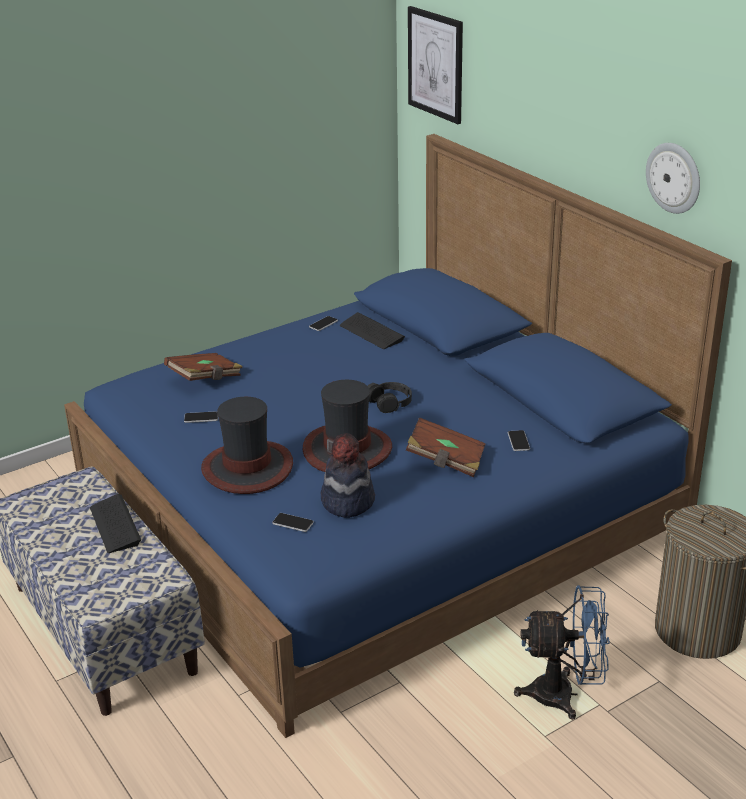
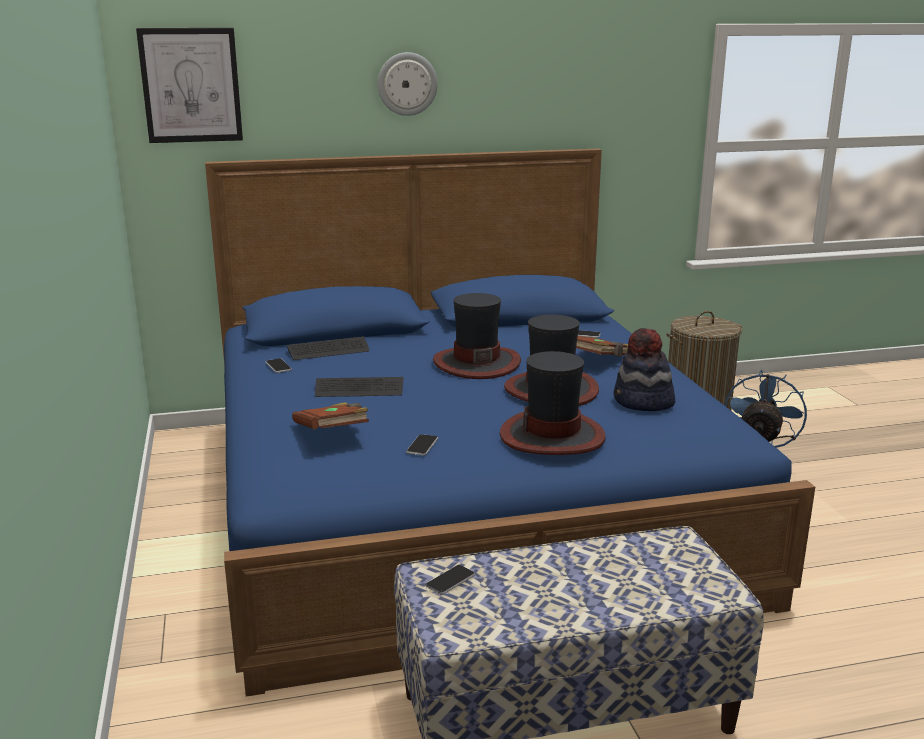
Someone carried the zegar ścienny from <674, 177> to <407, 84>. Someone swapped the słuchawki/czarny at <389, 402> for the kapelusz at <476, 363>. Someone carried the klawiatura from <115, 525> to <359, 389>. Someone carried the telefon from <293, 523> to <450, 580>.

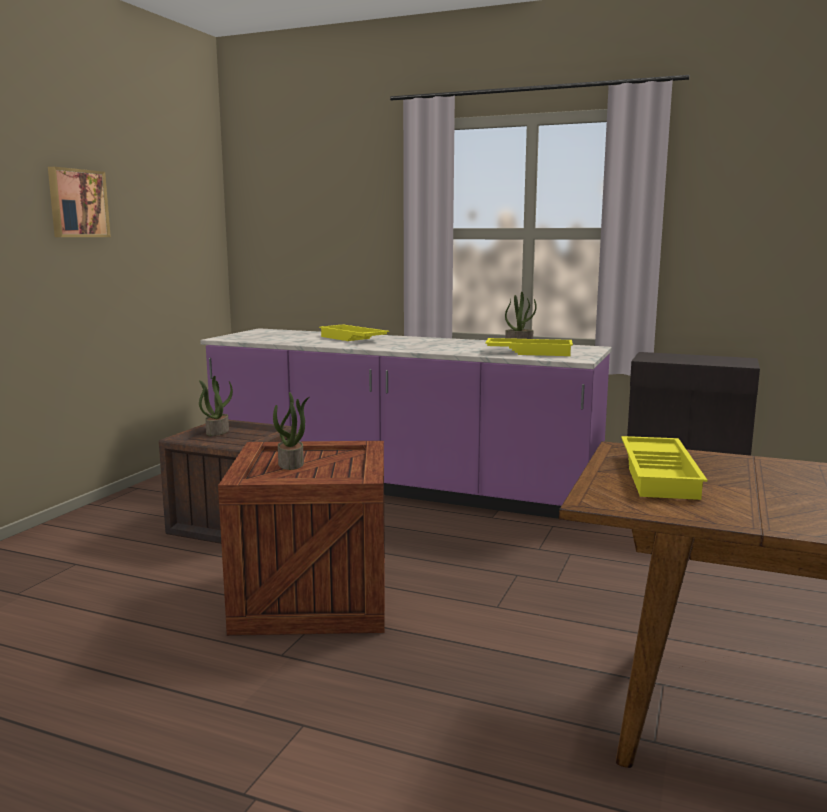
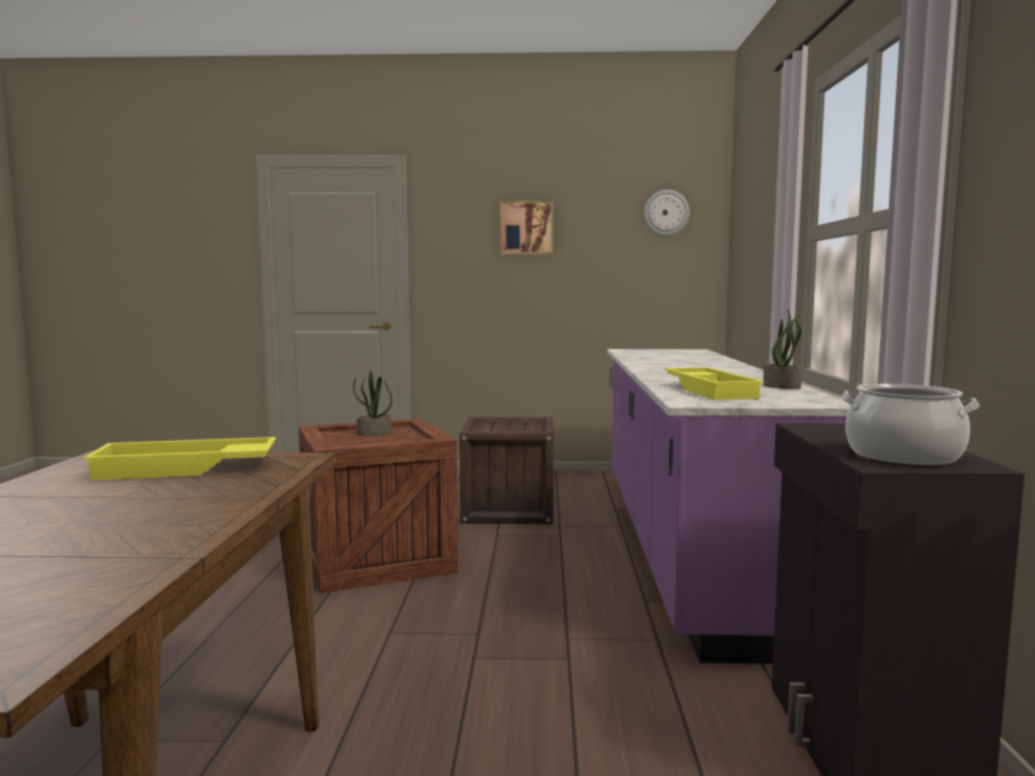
Someone took away the taca/żółty at <351, 339>. Someone took away the roślina doniczkowa at <217, 432>. Someone put up the zegar ścienny at <666, 213>. Someone put down the garnek at <903, 456>.

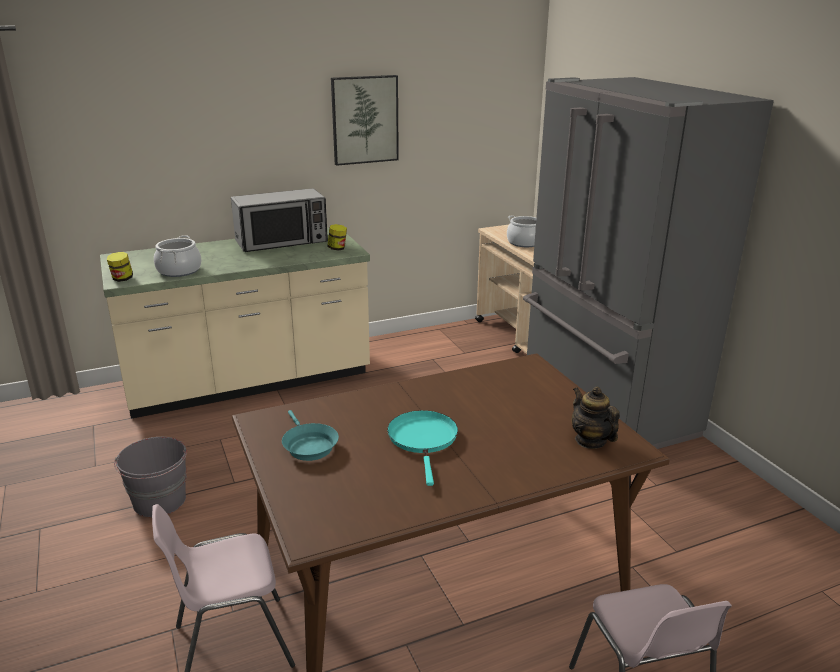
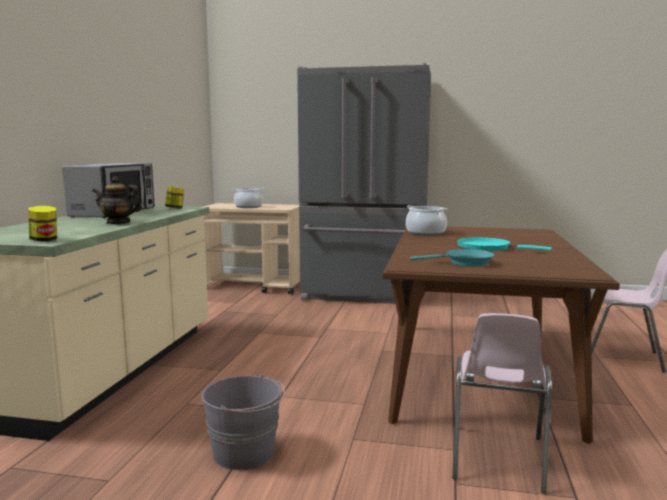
Someone took away the obraz at <365, 120>. Someone carried the garnek from <179, 271> to <425, 233>. Someone carried the imbryk from <590, 440> to <118, 223>.

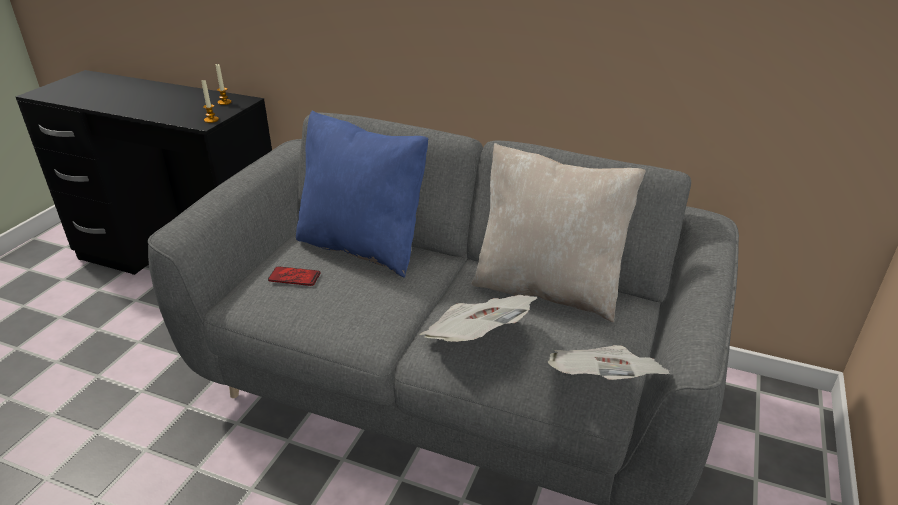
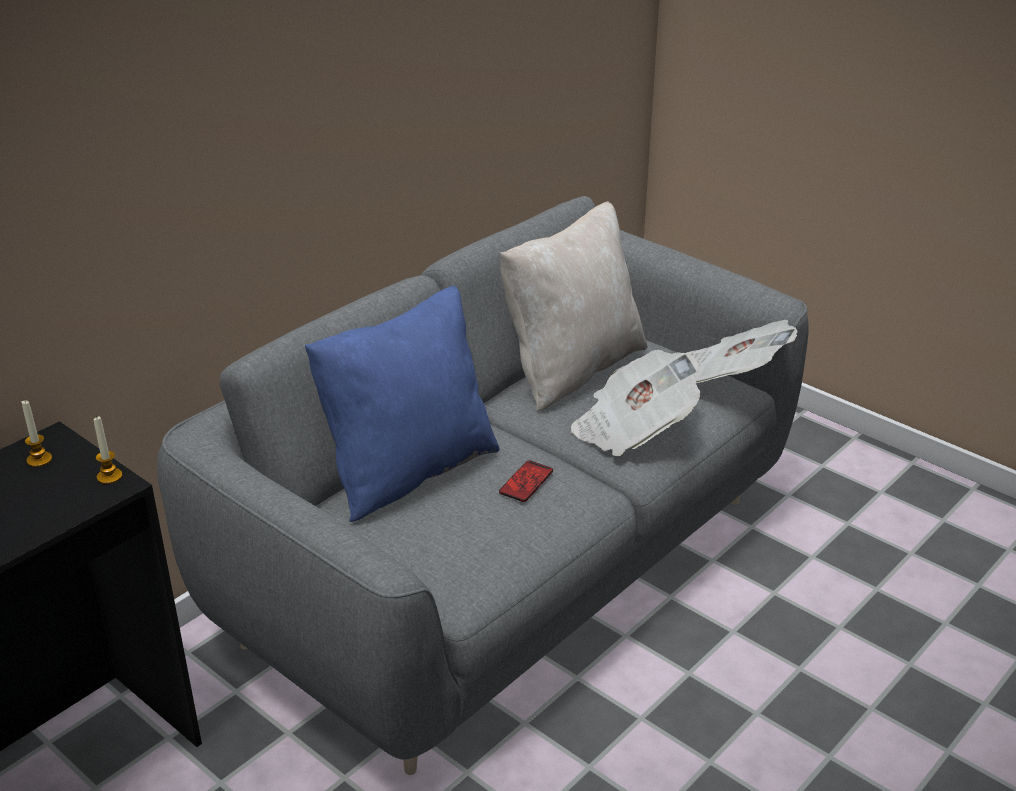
Someone carried the telefon from <294, 277> to <526, 482>.

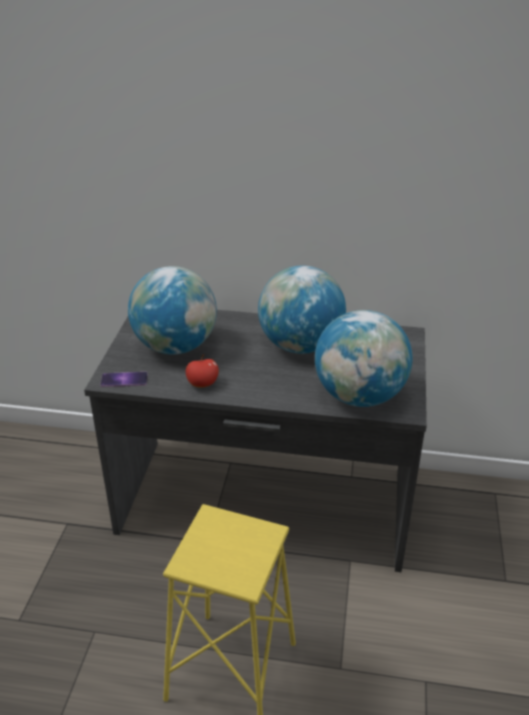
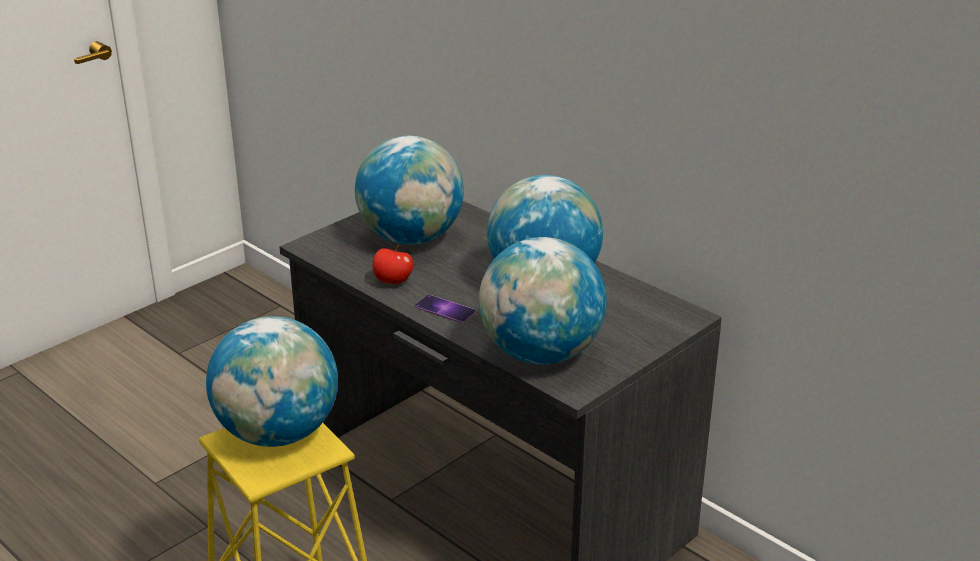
Someone carried the telefon from <124, 379> to <445, 309>. Someone put down the globus at <278, 433>.

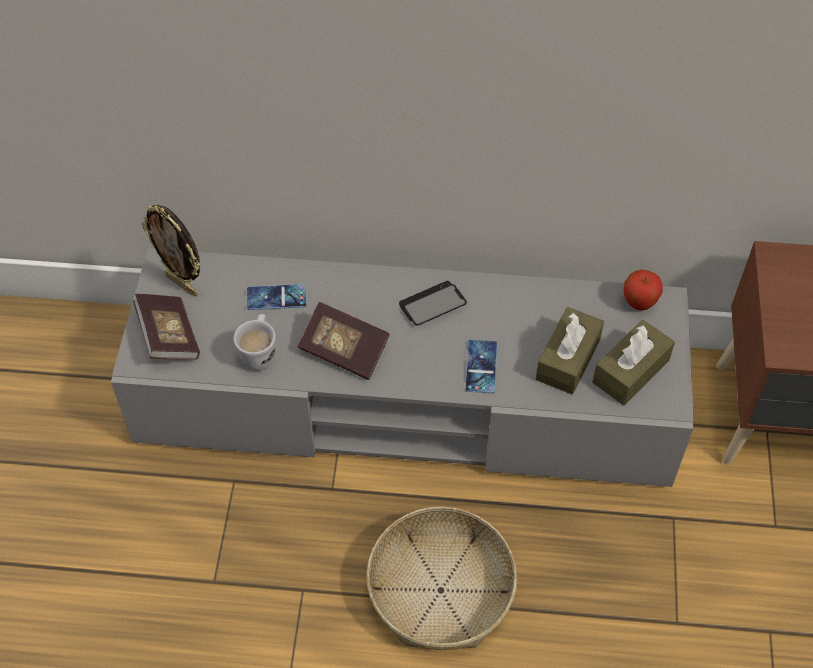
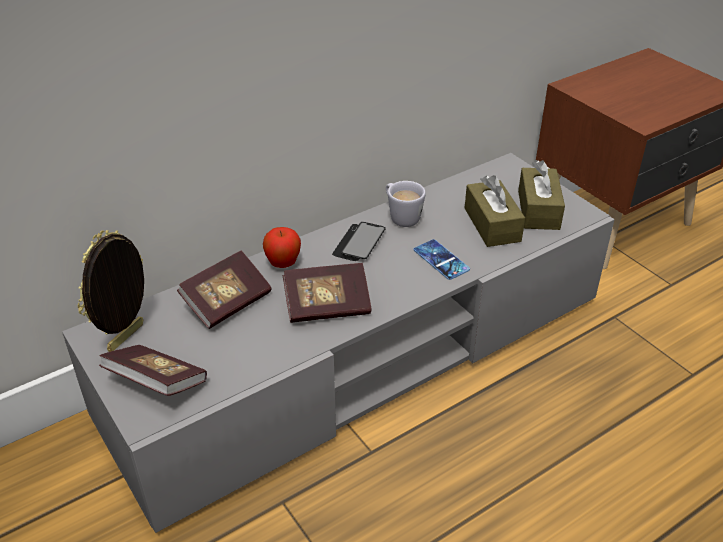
Someone rotated the ramka na zdjęcie at <182, 284> by 120 degrees clockwise. Someone carried the jabłko from <639, 303> to <283, 264>. Someone swapped the telefon at <276, 297> for the książka at <227, 303>. Someone carried the kubek/biały from <260, 353> to <401, 217>. Someone took away the koszyk at <441, 590>.

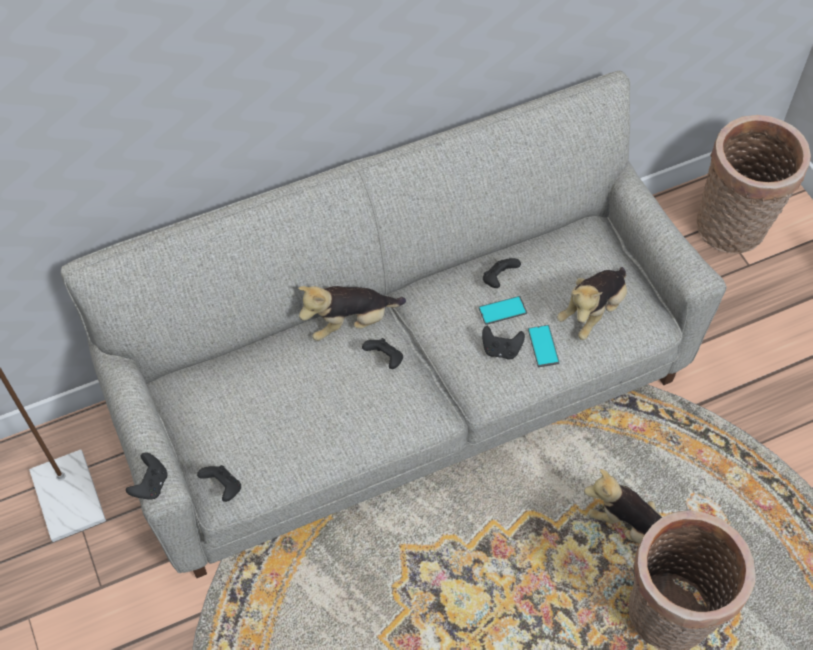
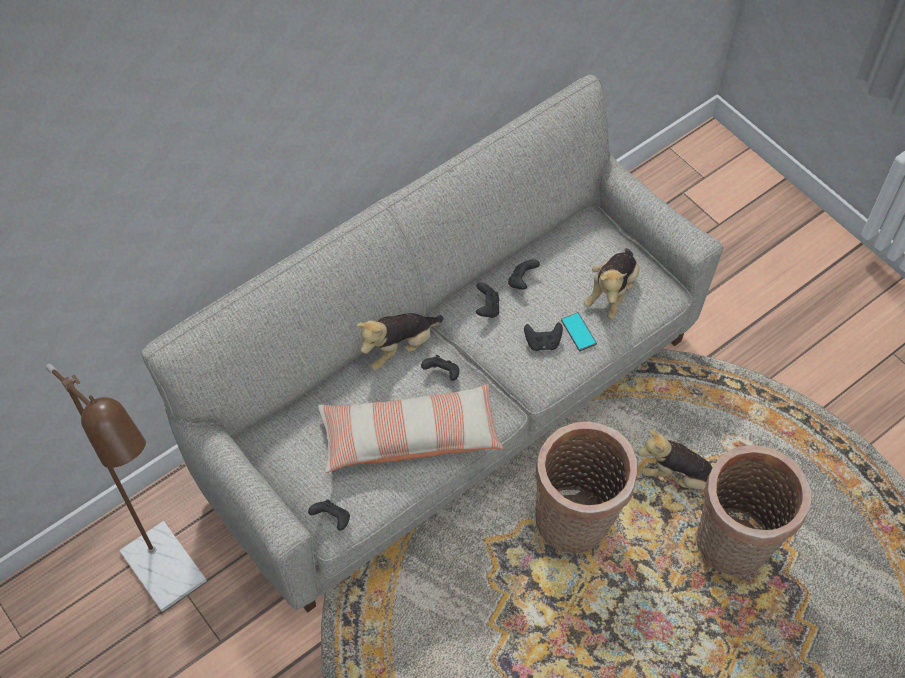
Someone carried the koszyk from <734, 229> to <576, 523>. Someone took away the telefon at <502, 310>. Someone carried the pad do gier/czarny from <151, 484> to <487, 308>. Someone put down the poduszka at <409, 437>.

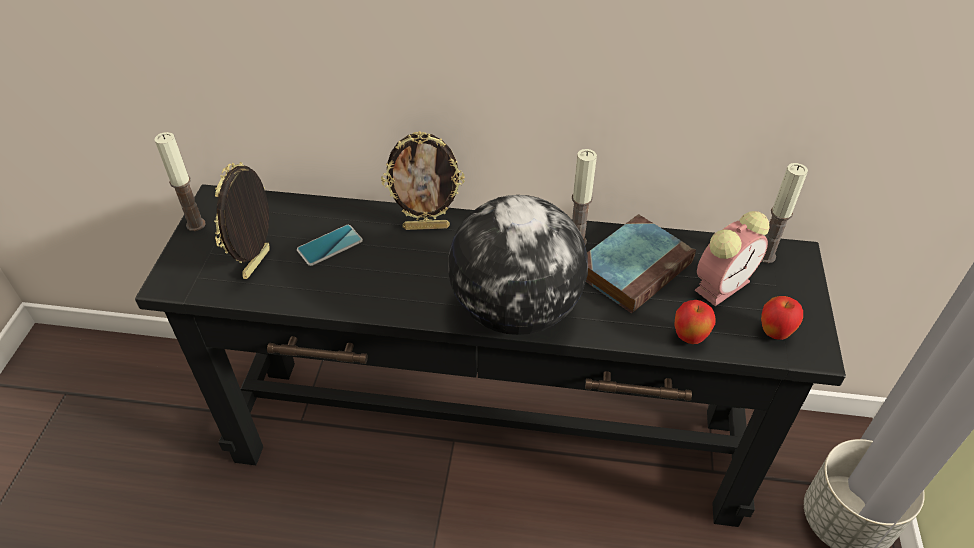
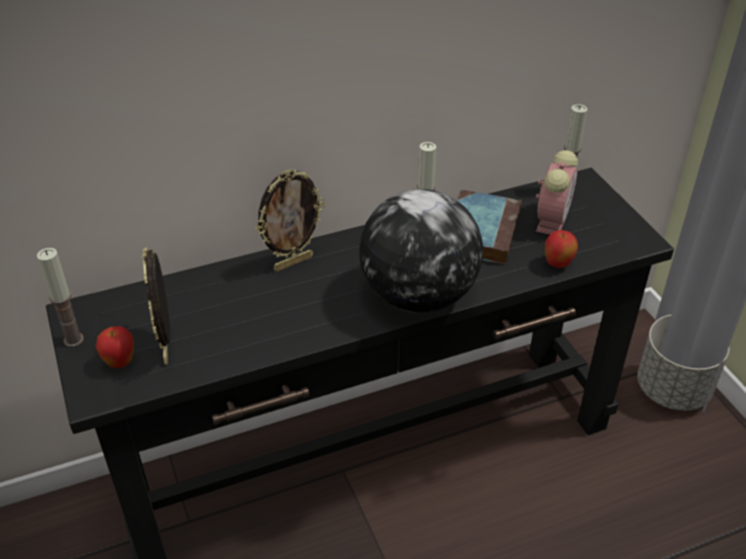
Someone took away the telefon at <330, 246>. Someone carried the jabłko from <774, 333> to <120, 363>.

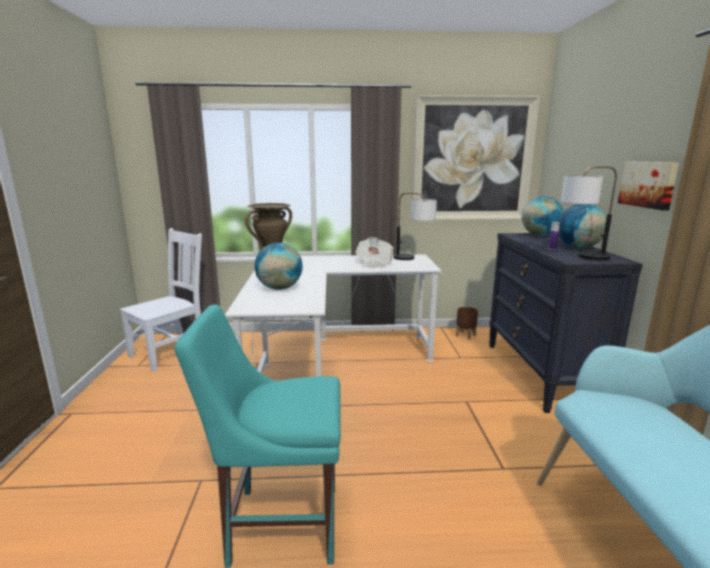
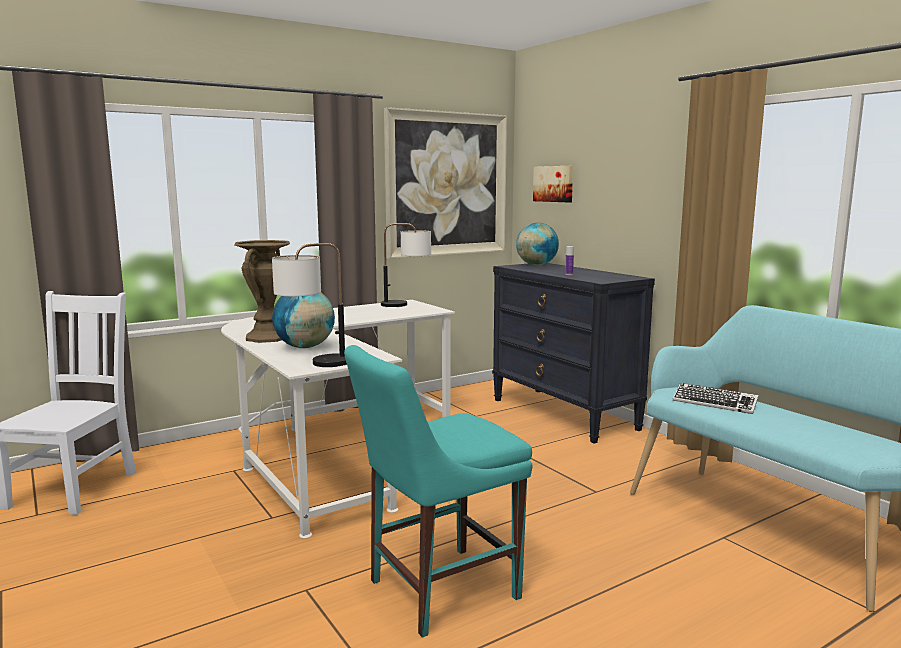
Someone carried the obraz from <648, 184> to <554, 184>. Someone carried the lampa stołowa from <580, 257> to <314, 365>. Someone took away the globus at <578, 248>. Someone took away the gazeta at <374, 263>. Someone took away the donica/brązowy at <465, 335>. Someone put down the klawiatura at <714, 403>.

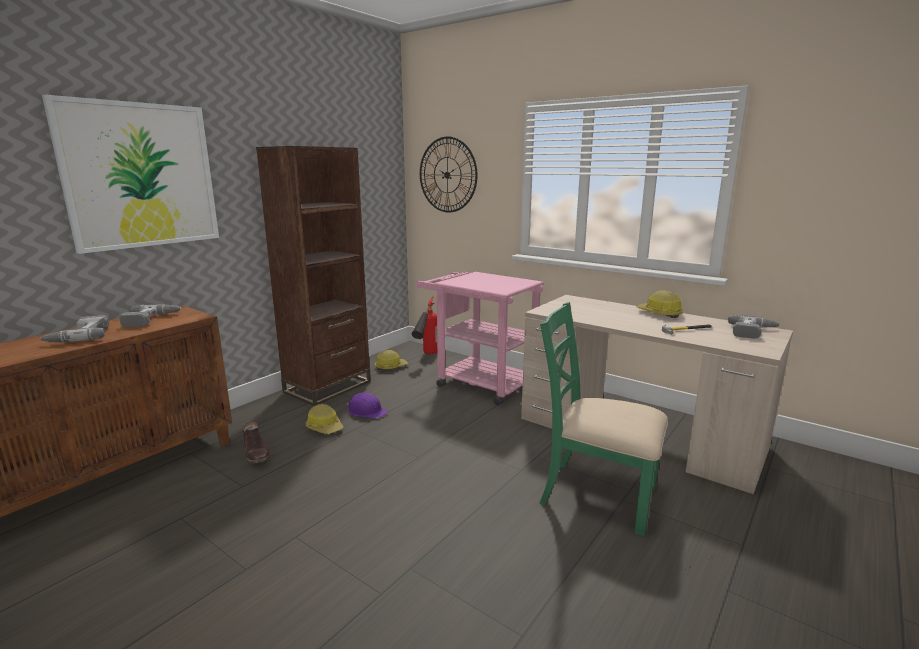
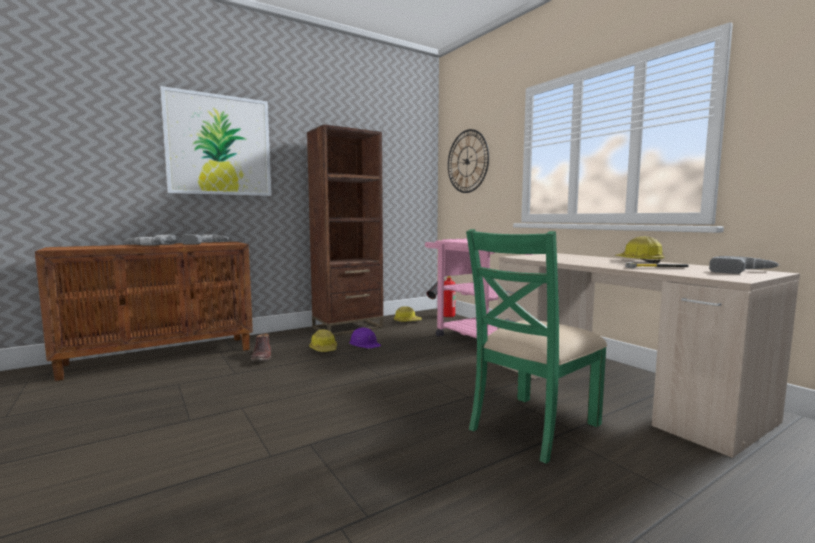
Someone rotated the krzesło/zielony at <597, 494> by 90 degrees counterclockwise.

